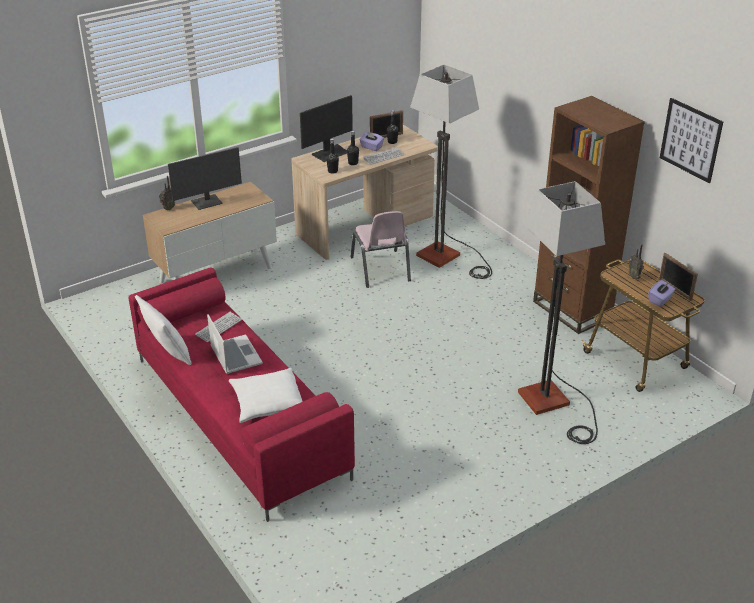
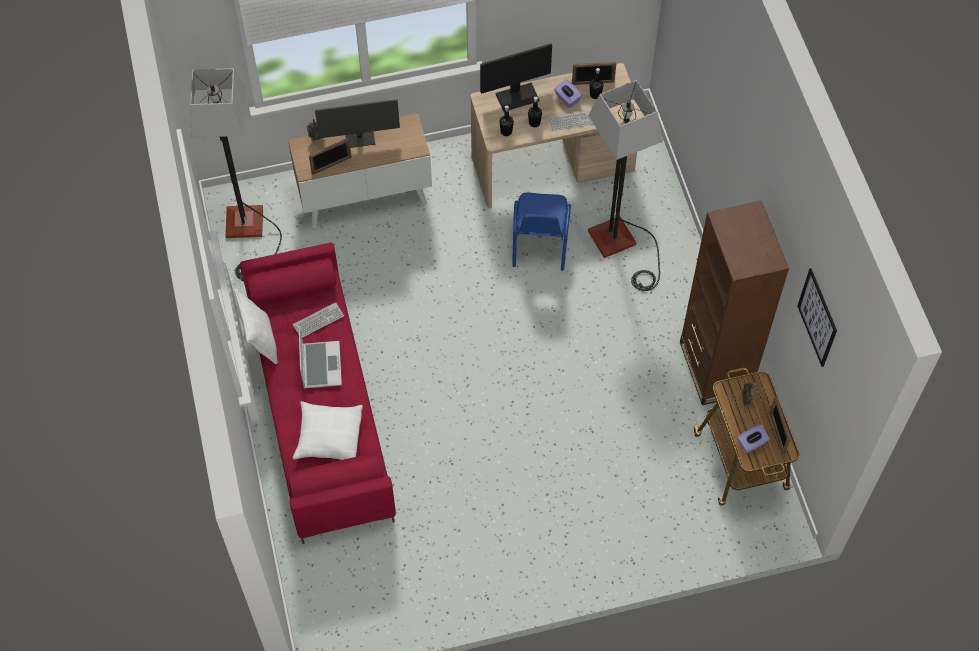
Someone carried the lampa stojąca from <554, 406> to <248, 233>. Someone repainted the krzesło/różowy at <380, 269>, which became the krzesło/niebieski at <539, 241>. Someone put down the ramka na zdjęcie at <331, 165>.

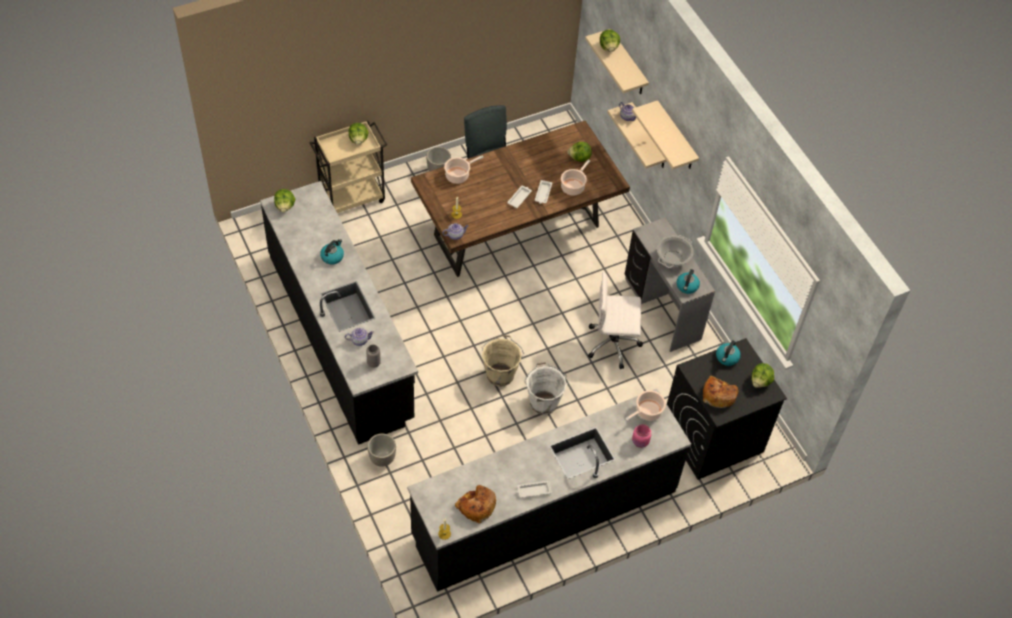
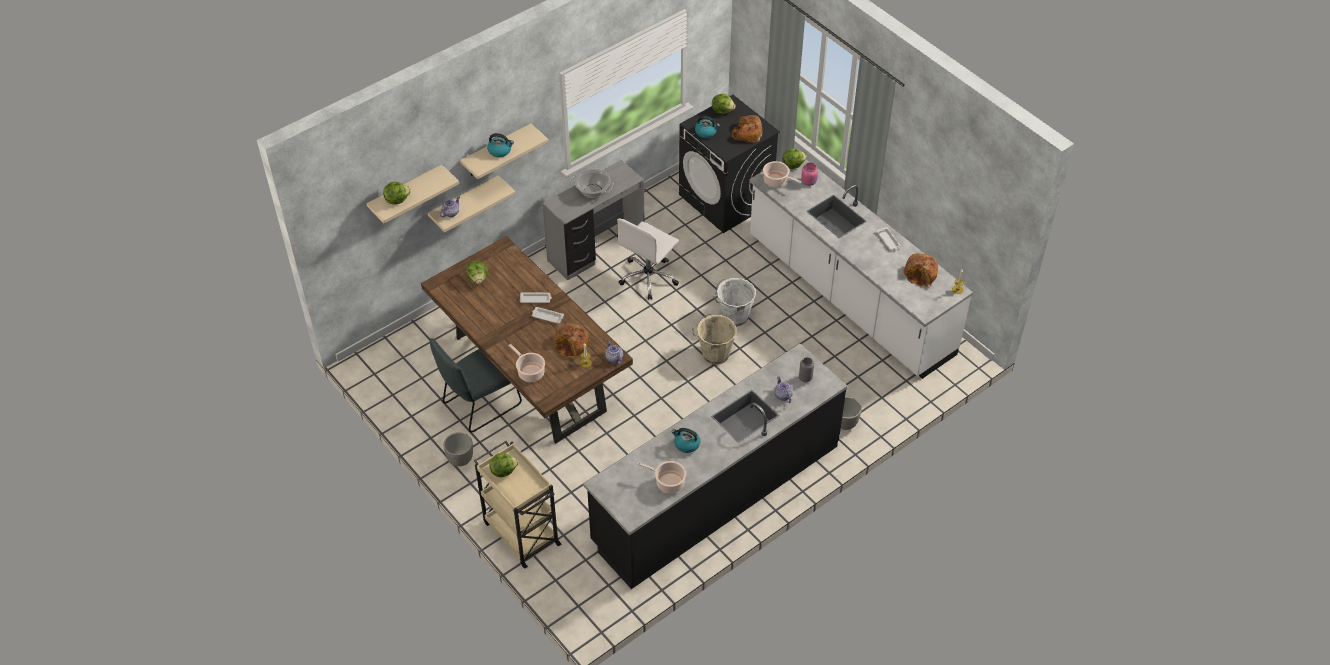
Someone carried the garnek from <573, 186> to <668, 482>. Someone carried the sałata from <285, 206> to <792, 165>. Someone carried the czajnik from <687, 286> to <500, 151>. Someone rotated the krzesło biurowe/biały at <613, 344> by 45 degrees clockwise. Someone repainted the zabudowa kuchenna/czarny at <544, 513>, which became the zabudowa kuchenna/biały at <849, 296>. Someone put down the chleb at <572, 344>.

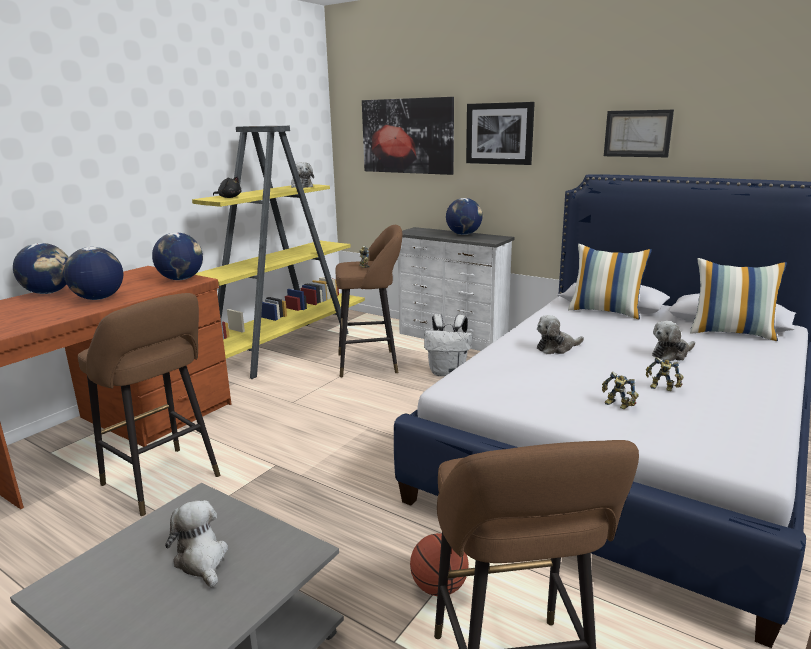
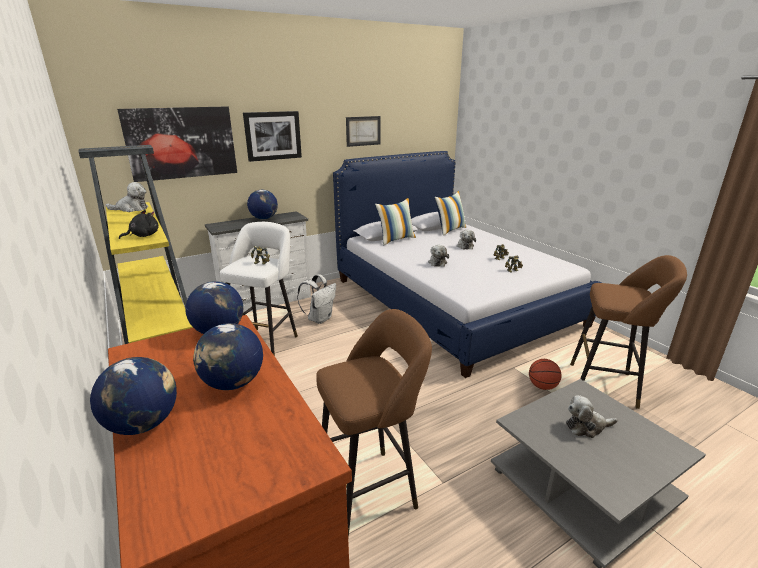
Someone repainted the stołek/brązowy at <372, 363>, which became the stołek/biały at <266, 342>.

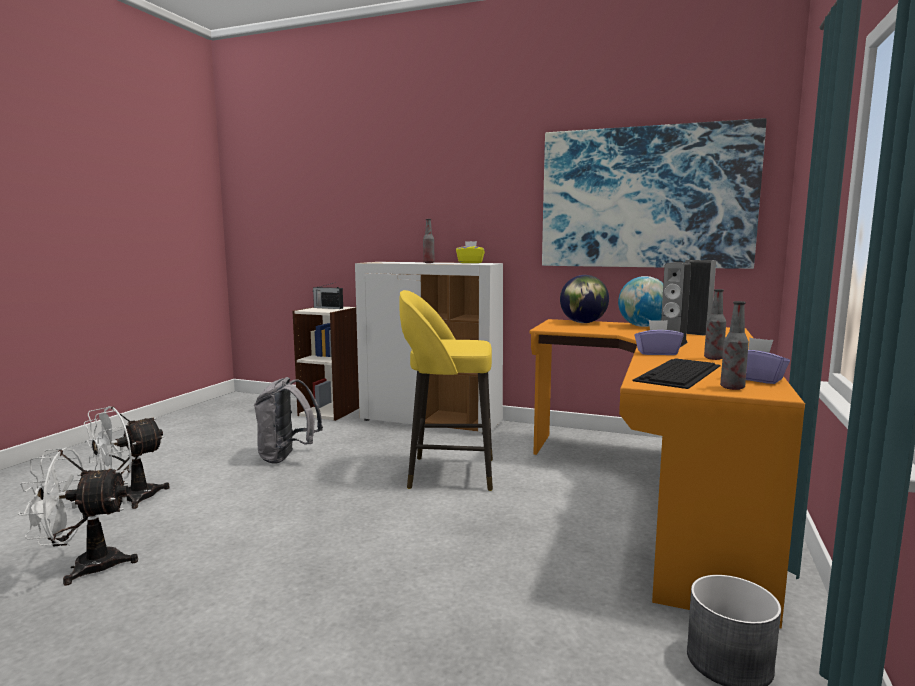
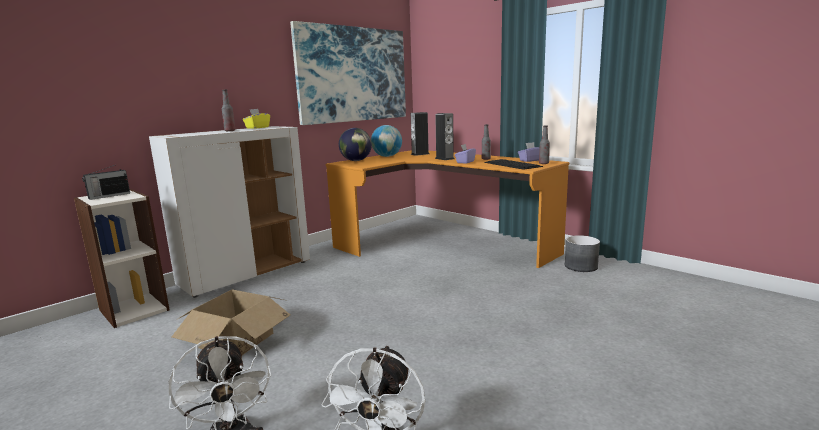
Someone took away the stołek/żółty at <448, 473>. Someone swapped the plecak/szary at <287, 457> for the karton at <237, 340>.

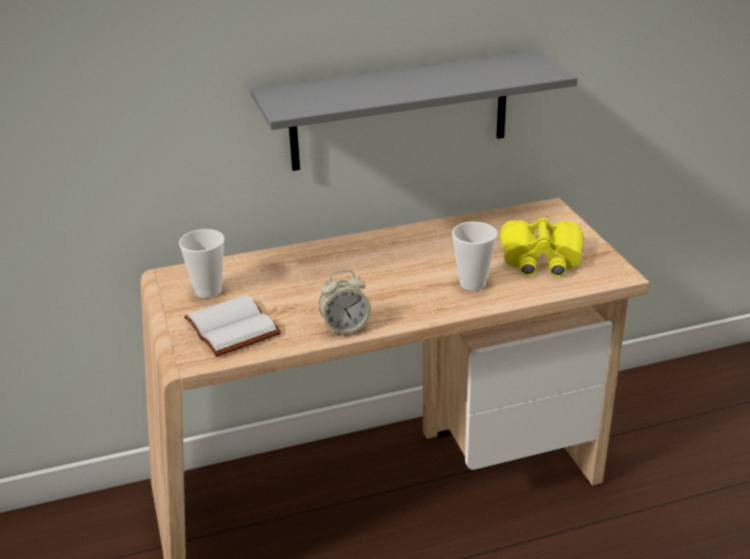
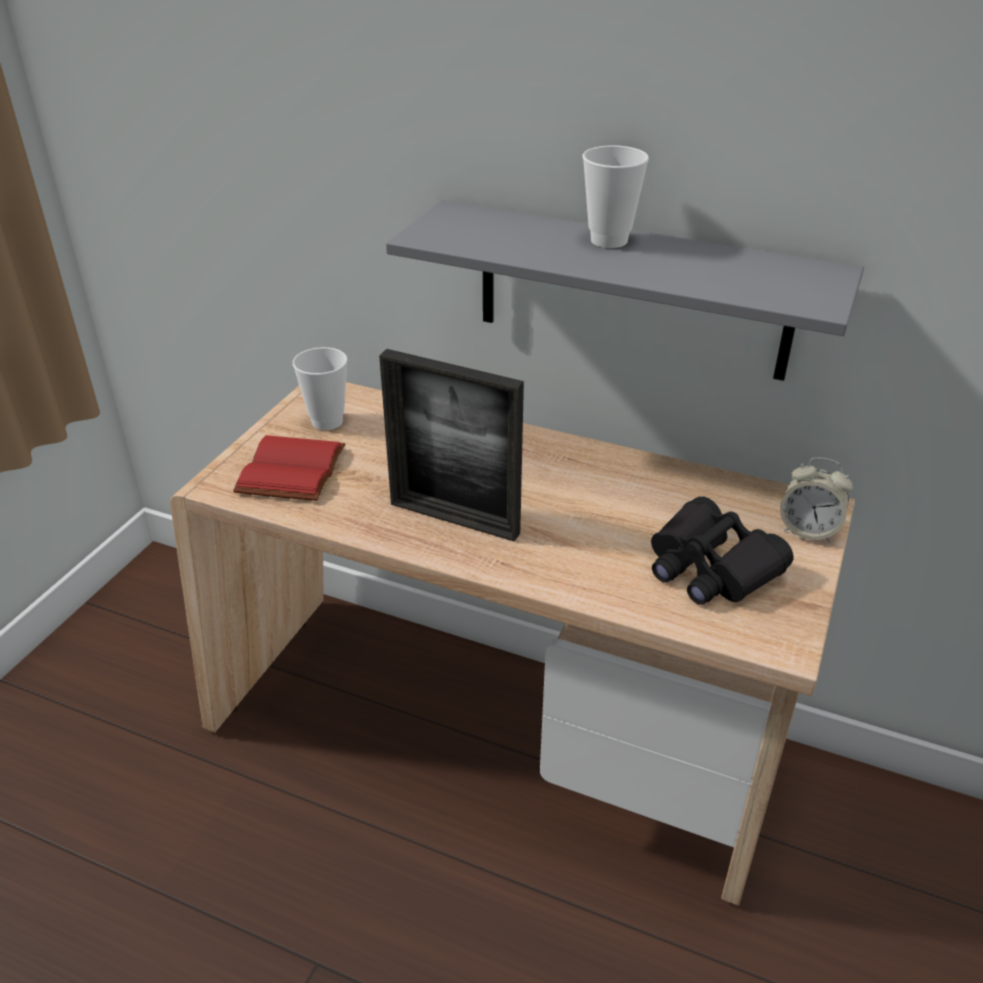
Someone repainted the lornetka/żółty at <541, 259>, which became the lornetka/czarny at <710, 568>. Someone carried the filiżanka from <472, 283> to <609, 240>. Someone carried the budzik from <345, 328> to <808, 530>. Someone repainted the książka/biały at <235, 327>, which became the książka/czerwony at <294, 472>. Someone put down the ramka na zdjęcie at <454, 518>.

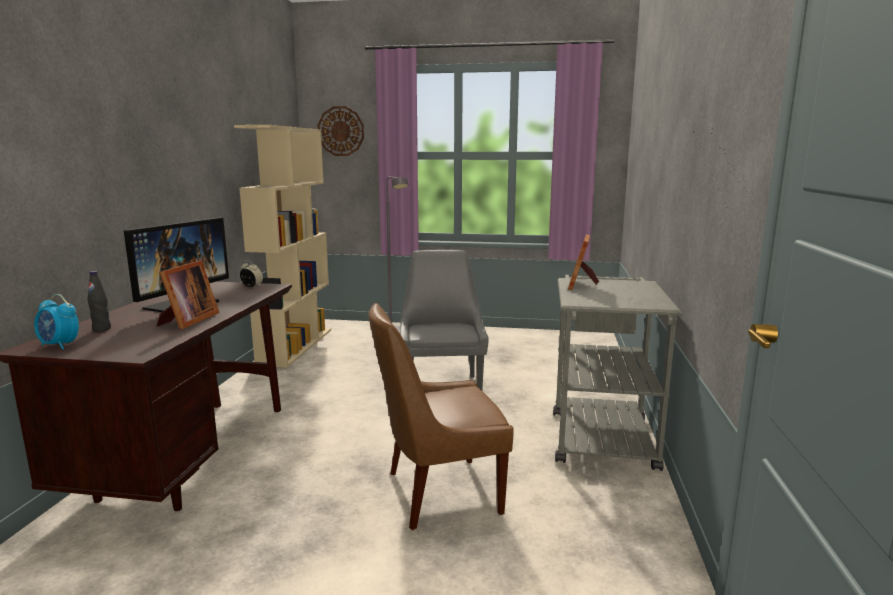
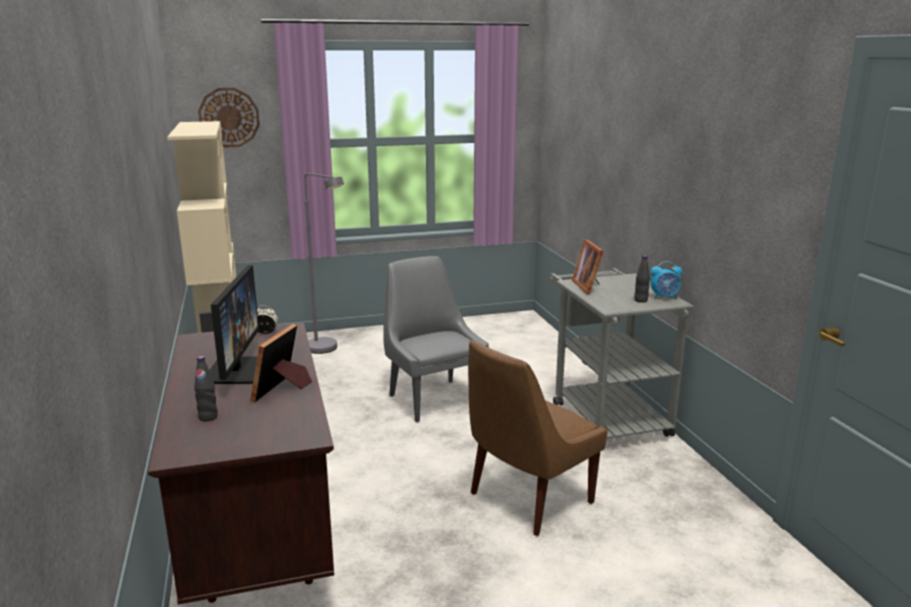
Someone rotated the ramka na zdjęcie at <188, 321> by 150 degrees counterclockwise. Someone carried the budzik from <59, 345> to <664, 297>. Someone put down the butelka/czarny at <640, 300>.

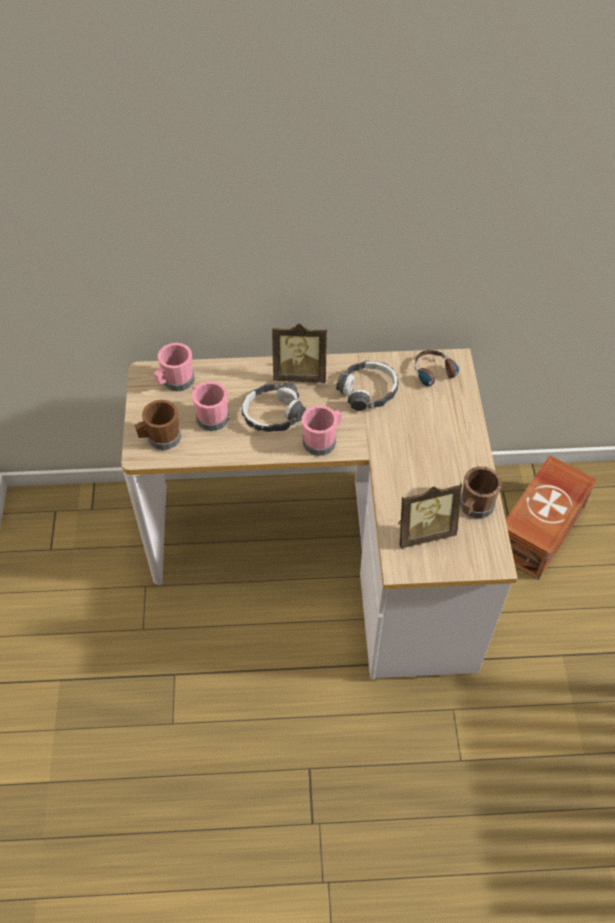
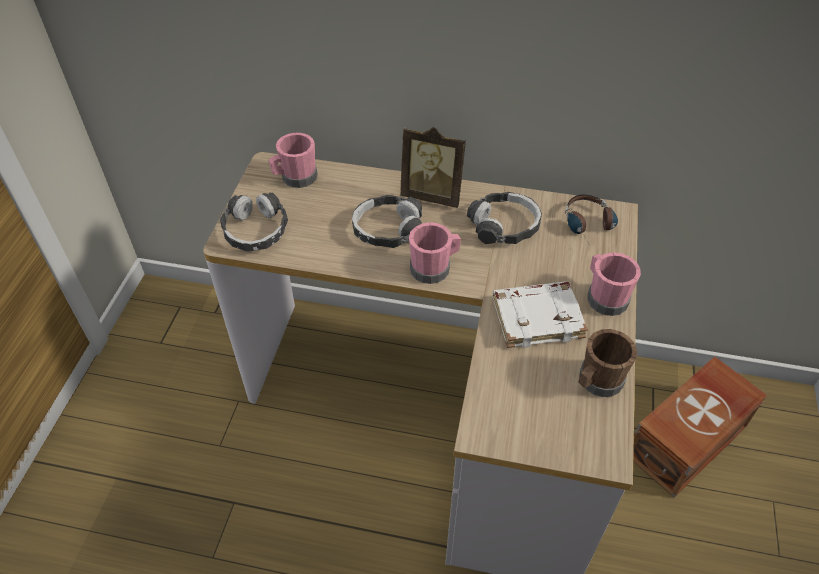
Someone carried the kubek/różowy from <210, 416> to <604, 296>. Someone swapped the kubek/brązowy at <160, 438> for the słuchawki at <256, 230>. Someone took away the ramka na zdjęcie at <423, 531>. Someone put down the książka/biały at <538, 317>.

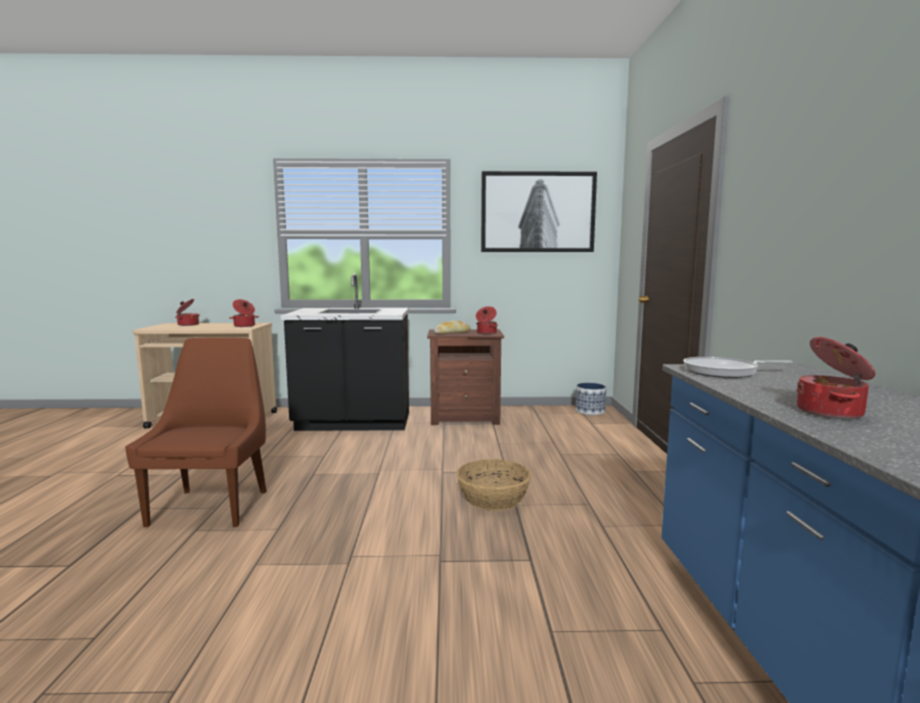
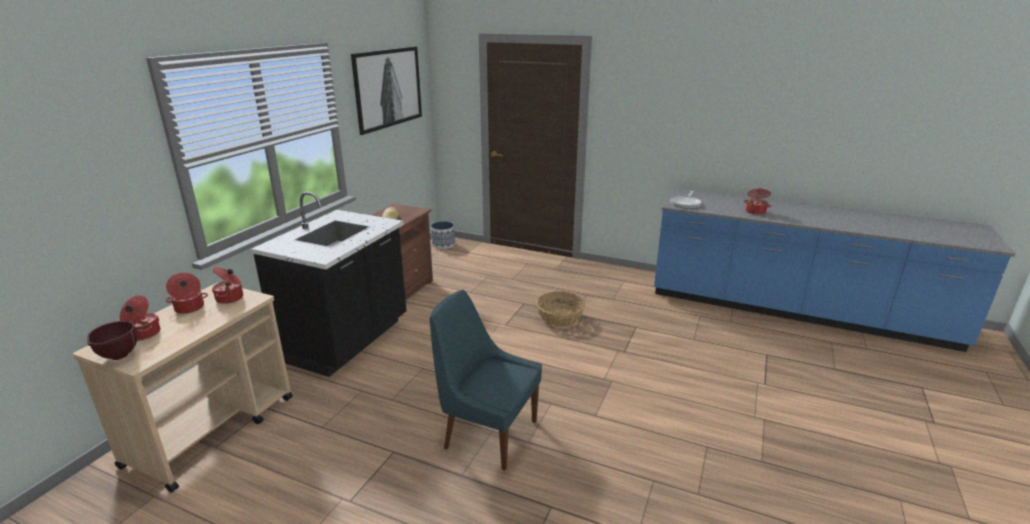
Someone carried the garnek from <486, 333> to <189, 308>. Someone repainted the krzesło/brązowy at <212, 506>, which became the krzesło/niebieski at <487, 433>. Someone put down the miska/brązowy at <118, 357>.

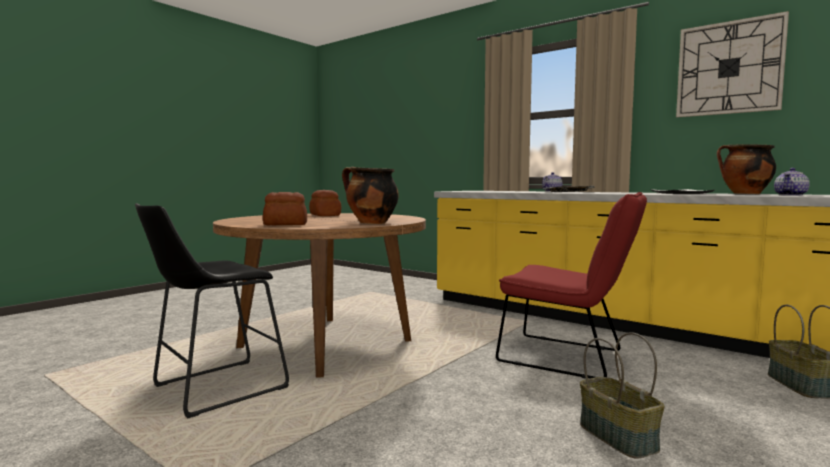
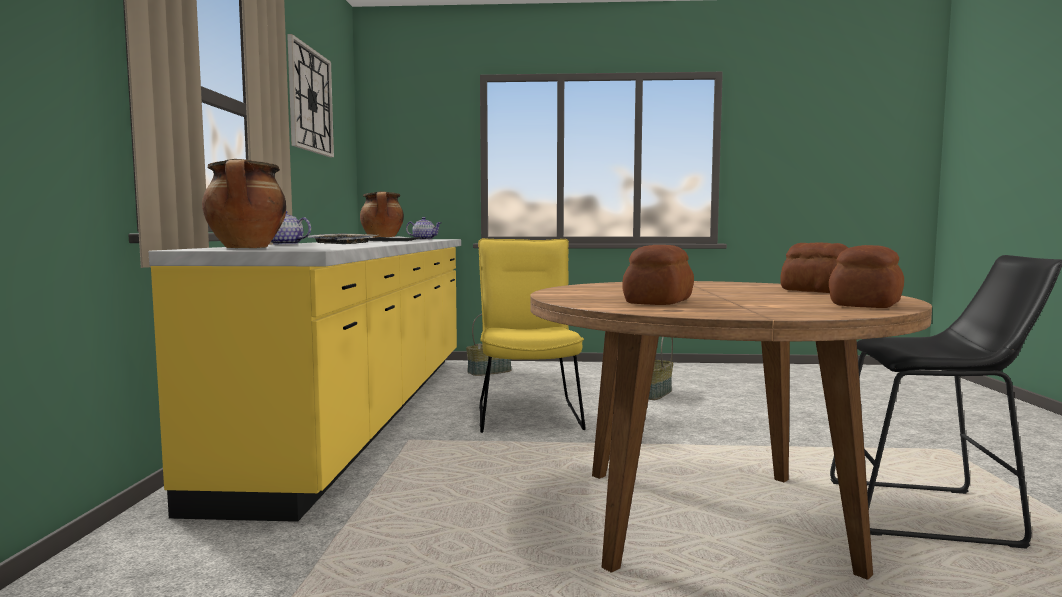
Someone carried the garnek from <371, 223> to <247, 248>. Someone repainted the krzesło/czerwony at <569, 358>, which became the krzesło/żółty at <528, 413>. Someone put down the chleb at <867, 304>.

